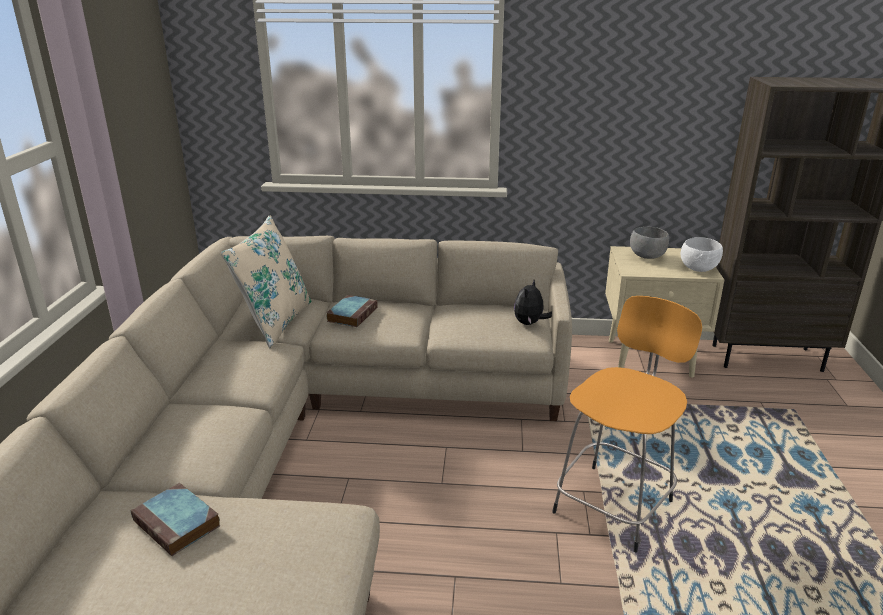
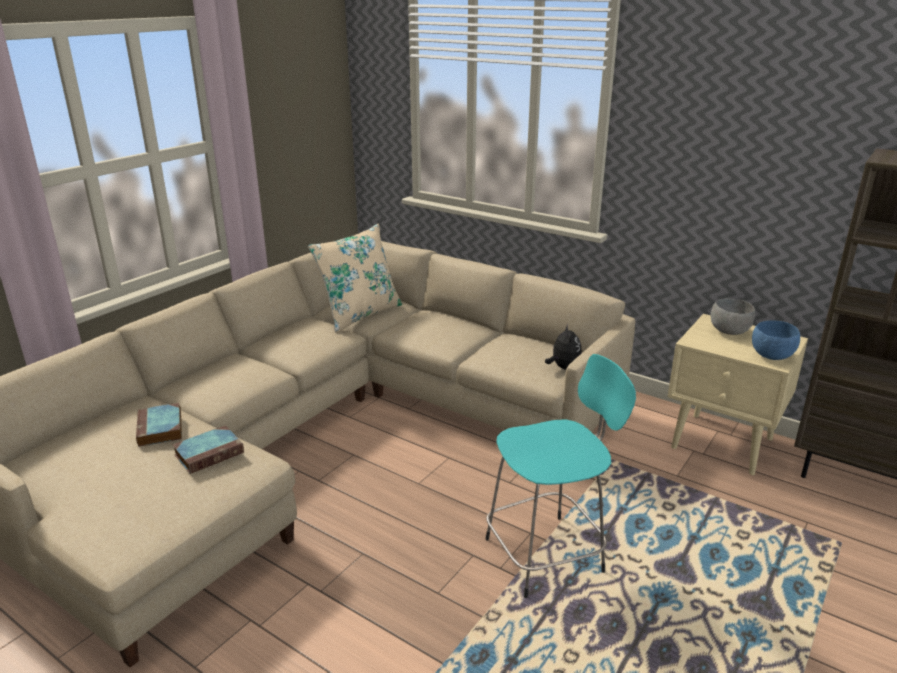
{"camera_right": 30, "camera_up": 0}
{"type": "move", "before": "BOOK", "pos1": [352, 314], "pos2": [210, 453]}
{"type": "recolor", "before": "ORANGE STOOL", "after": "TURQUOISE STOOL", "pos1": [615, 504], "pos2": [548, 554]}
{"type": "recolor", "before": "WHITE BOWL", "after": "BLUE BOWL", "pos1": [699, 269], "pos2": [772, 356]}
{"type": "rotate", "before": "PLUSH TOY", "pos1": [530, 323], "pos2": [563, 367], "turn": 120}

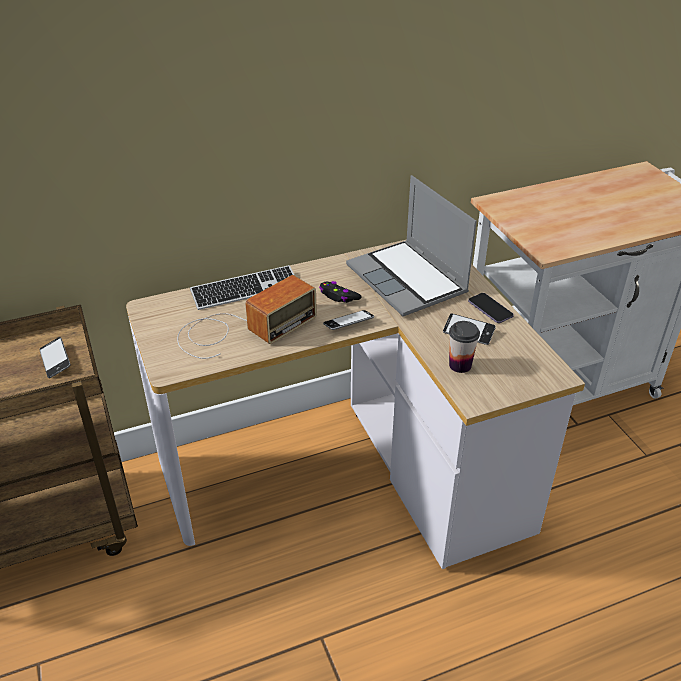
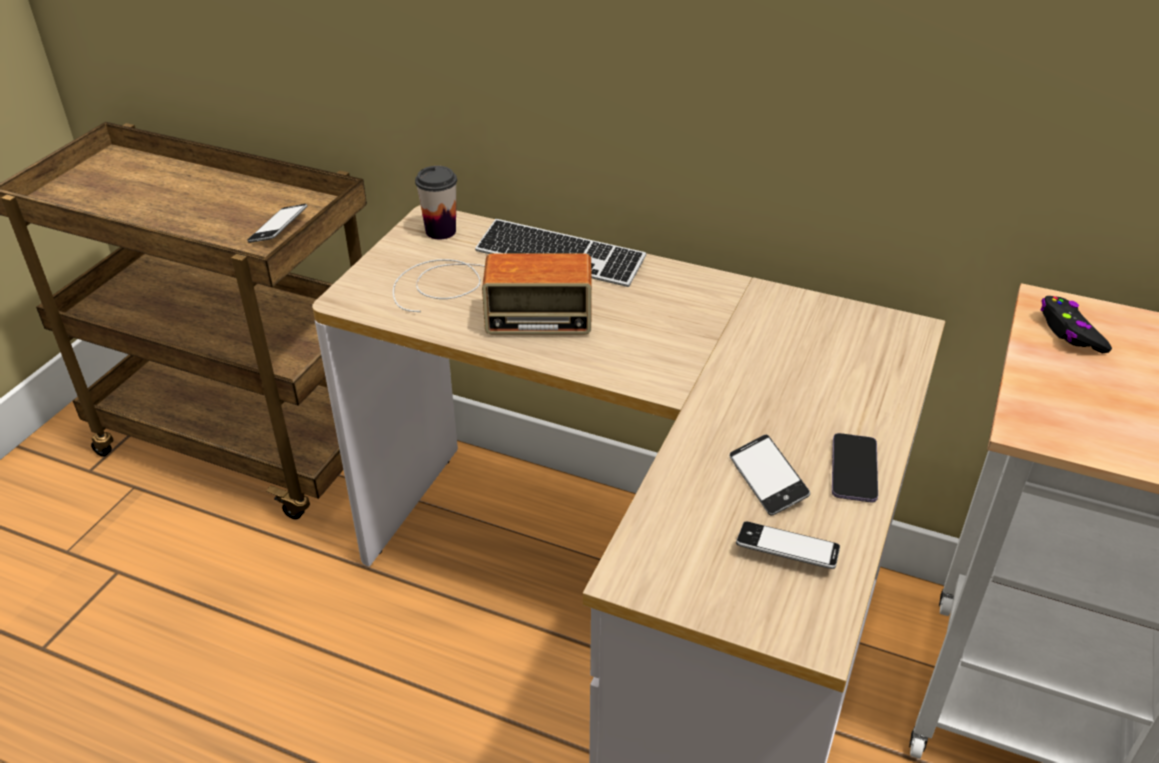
{"camera_right": 45, "camera_up": 0}
{"type": "delete", "before": "LAPTOP", "pos1": [408, 280]}
{"type": "move", "before": "BLACK GAME CONTROLLER", "pos1": [338, 296], "pos2": [1070, 332]}
{"type": "move", "before": "PHONE", "pos1": [348, 323], "pos2": [787, 551]}
{"type": "move", "before": "CUP", "pos1": [460, 365], "pos2": [441, 231]}

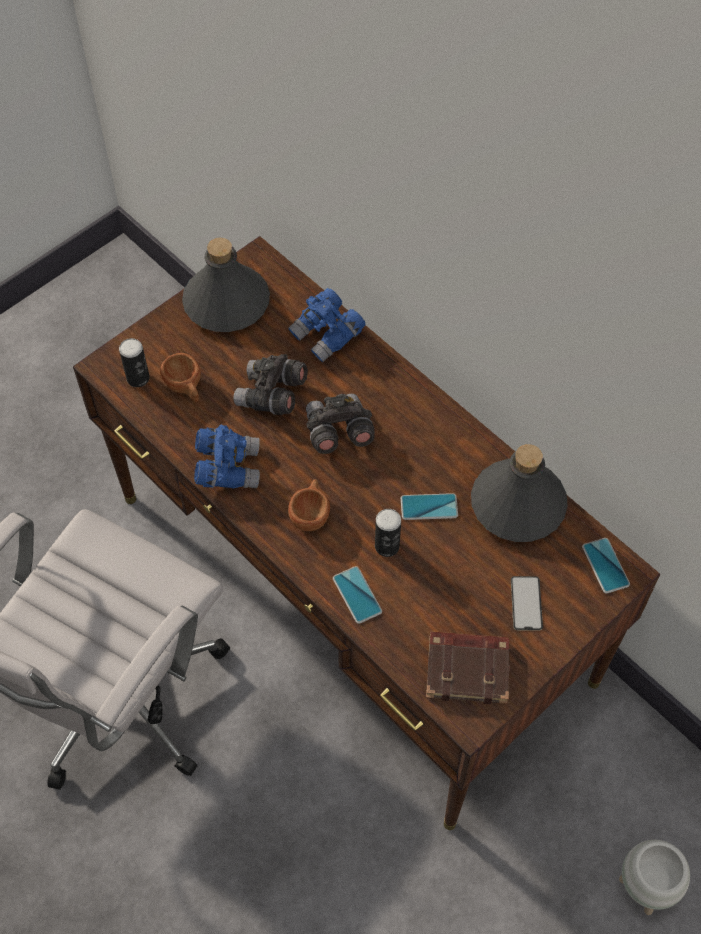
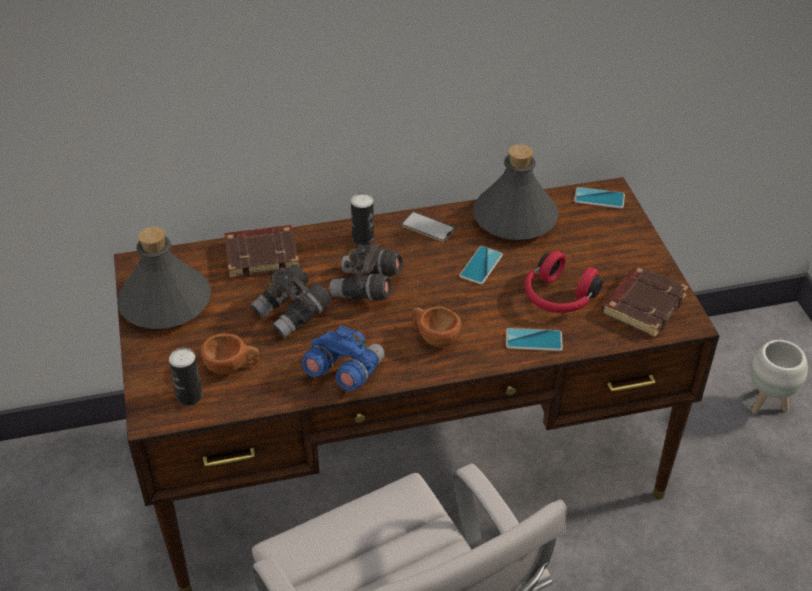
{"camera_right": -60, "camera_up": -15}
{"type": "insert", "after": "RED HEADPHONES", "pos2": [558, 298]}
{"type": "move", "before": "CAN", "pos1": [387, 546], "pos2": [363, 239]}
{"type": "move", "before": "PHONE", "pos1": [526, 603], "pos2": [428, 227]}
{"type": "replace", "before": "BLUE BINOCULARS", "after": "BROWN BOOK", "pos1": [327, 335], "pos2": [262, 255]}

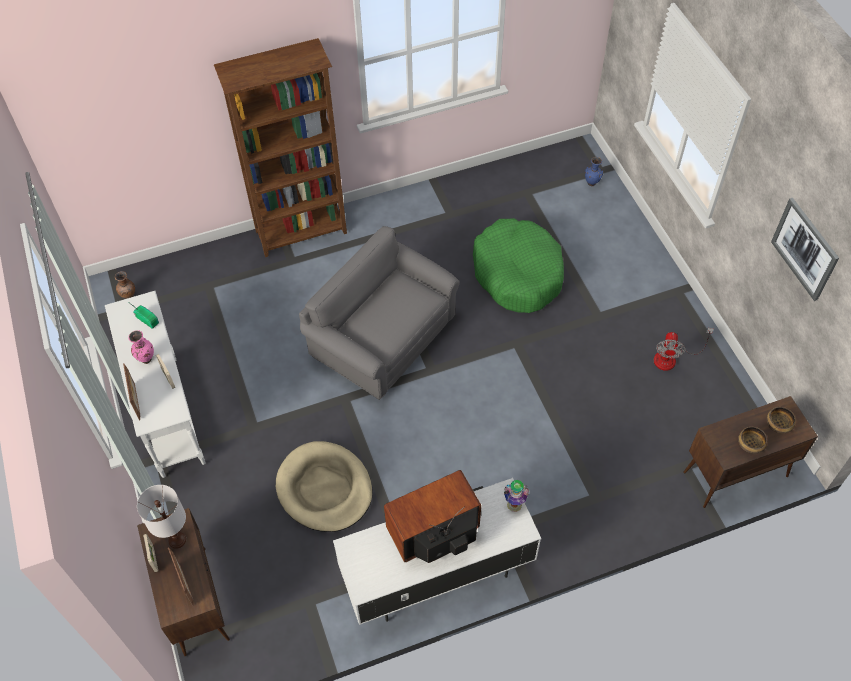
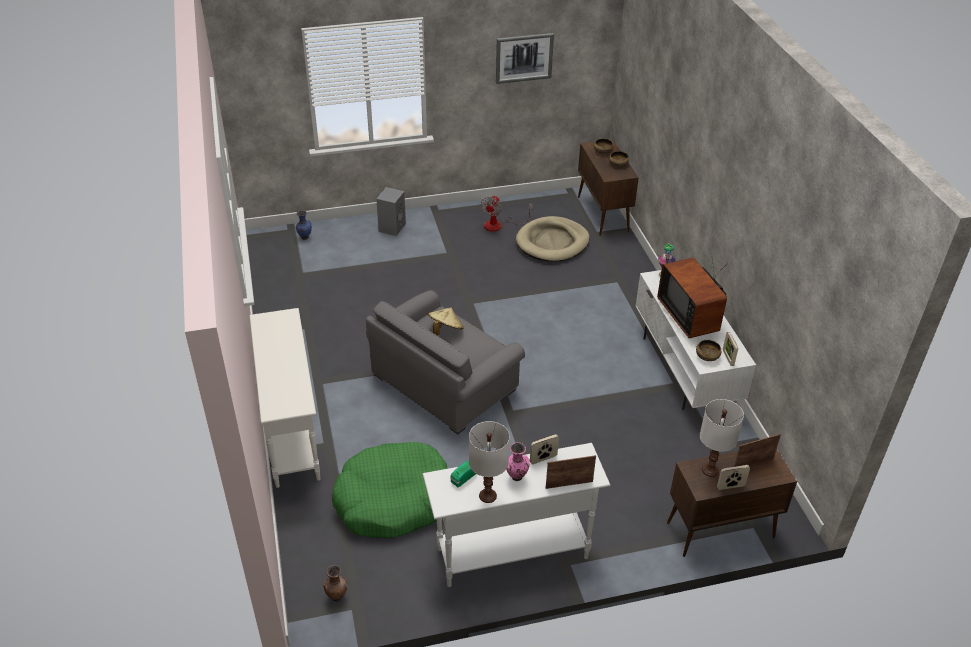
{"camera_right": -85, "camera_up": -15}
{"type": "insert", "after": "GREY SPEAKER", "pos2": [392, 227]}
{"type": "insert", "after": "BEIGE HAT", "pos2": [445, 330]}
{"type": "insert", "after": "WHITE TABLE LAMP", "pos2": [487, 496]}
{"type": "insert", "after": "BOWL", "pos2": [707, 356]}
{"type": "insert", "after": "PICTURE FRAME", "pos2": [728, 358]}
{"type": "move", "before": "BEIGE DOG BED", "pos1": [324, 489], "pos2": [552, 242]}
{"type": "move", "before": "GREEN DOG BED", "pos1": [517, 273], "pos2": [394, 500]}
{"type": "replace", "before": "BROWN BOOKCASE", "after": "WHITE CONSOLE TABLE", "pos1": [302, 233], "pos2": [292, 435]}
{"type": "rotate", "before": "FAN", "pos1": [671, 358], "pos2": [499, 225], "turn": 90}

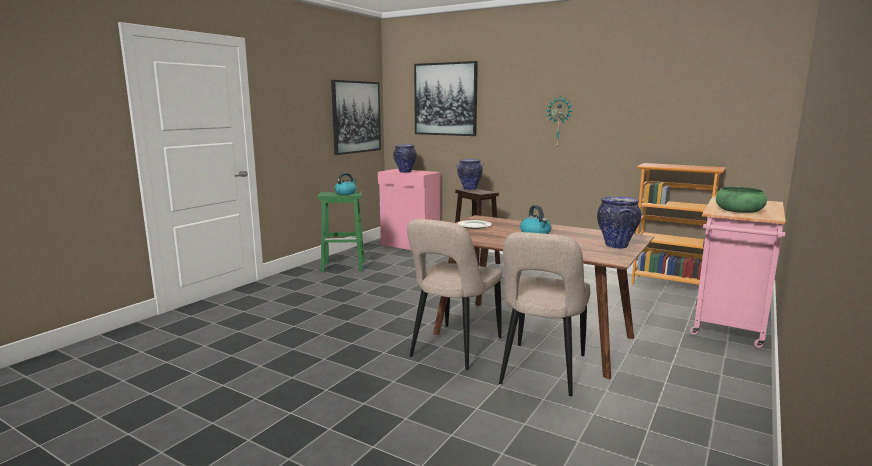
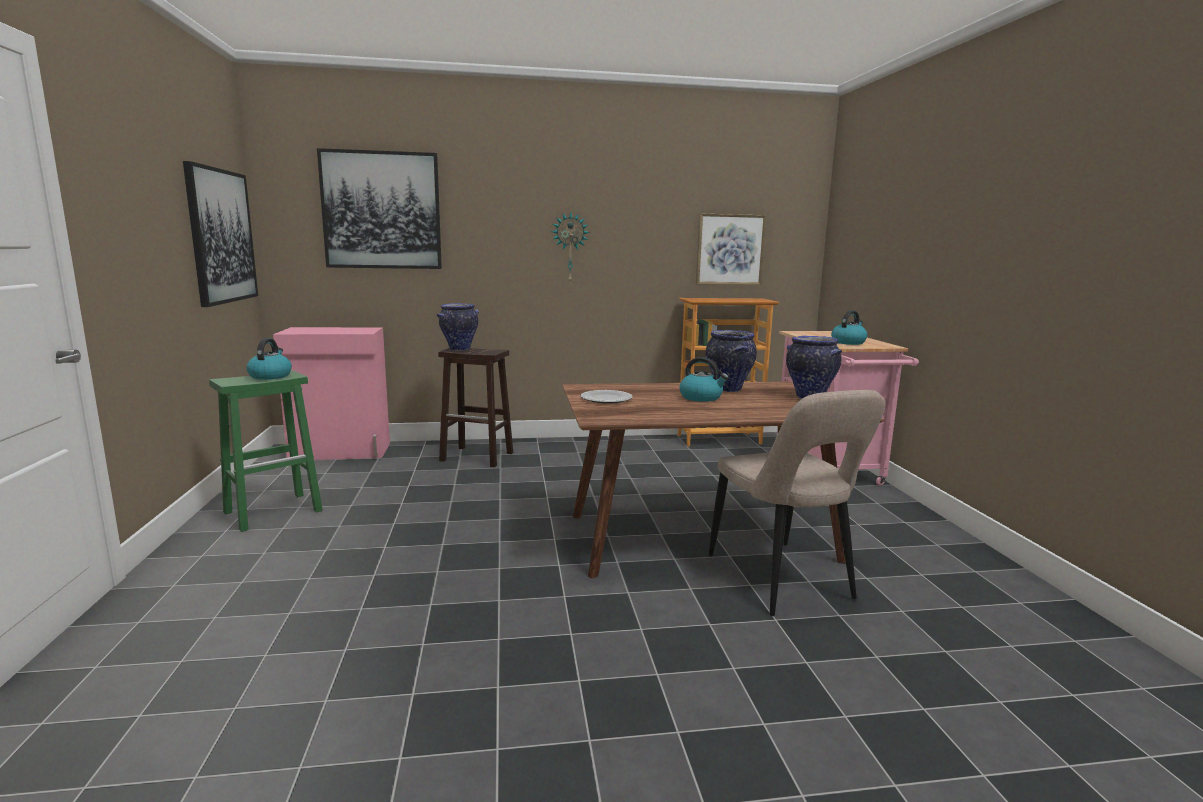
{"camera_right": -40, "camera_up": 0}
{"type": "delete", "before": "BEIGE CHAIR", "pos1": [454, 349]}
{"type": "insert", "after": "PICTURE", "pos2": [730, 249]}
{"type": "move", "before": "VASE", "pos1": [405, 172], "pos2": [728, 389]}
{"type": "replace", "before": "GREEN BOWL", "after": "KETTLE", "pos1": [739, 210], "pos2": [848, 342]}

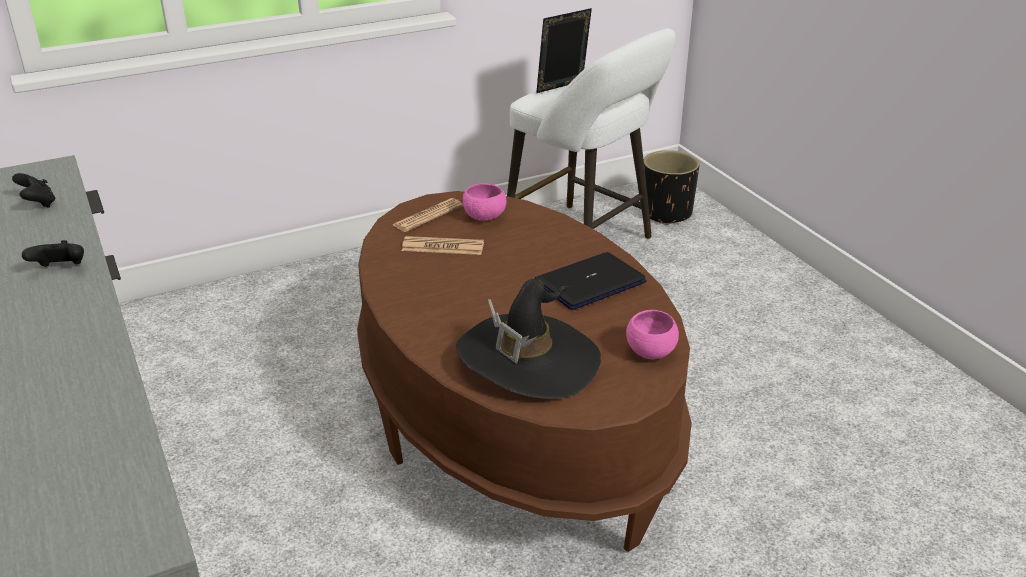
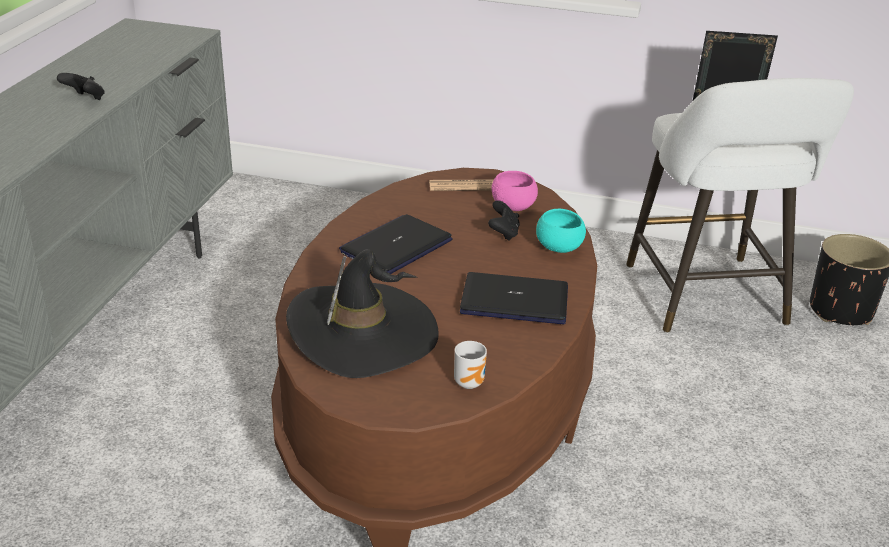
{"camera_right": 40, "camera_up": 0}
{"type": "delete", "before": "NEWSPAPER", "pos1": [443, 247]}
{"type": "insert", "after": "LAPTOP", "pos2": [396, 246]}
{"type": "insert", "after": "TURQUOISE BOWL", "pos2": [558, 248]}
{"type": "move", "before": "BLACK GAME CONTROLLER", "pos1": [38, 204], "pos2": [503, 233]}
{"type": "replace", "before": "PINK BOWL", "after": "MUG", "pos1": [650, 352], "pos2": [471, 382]}

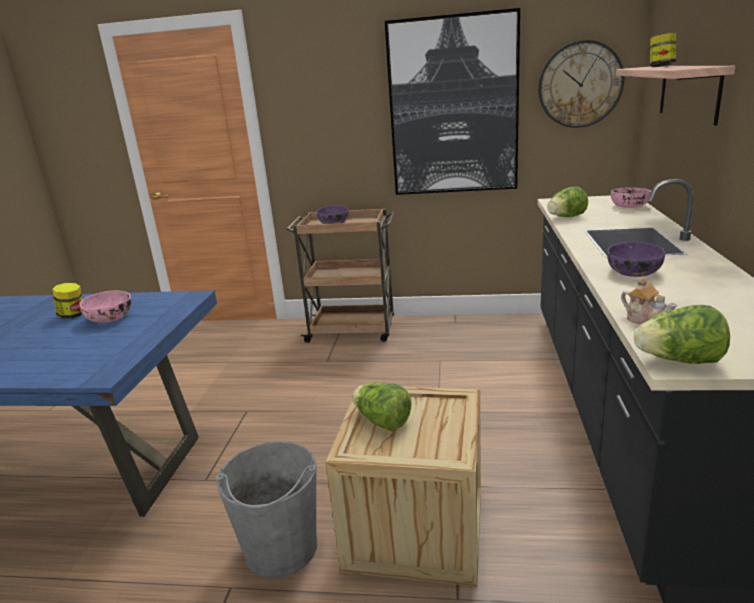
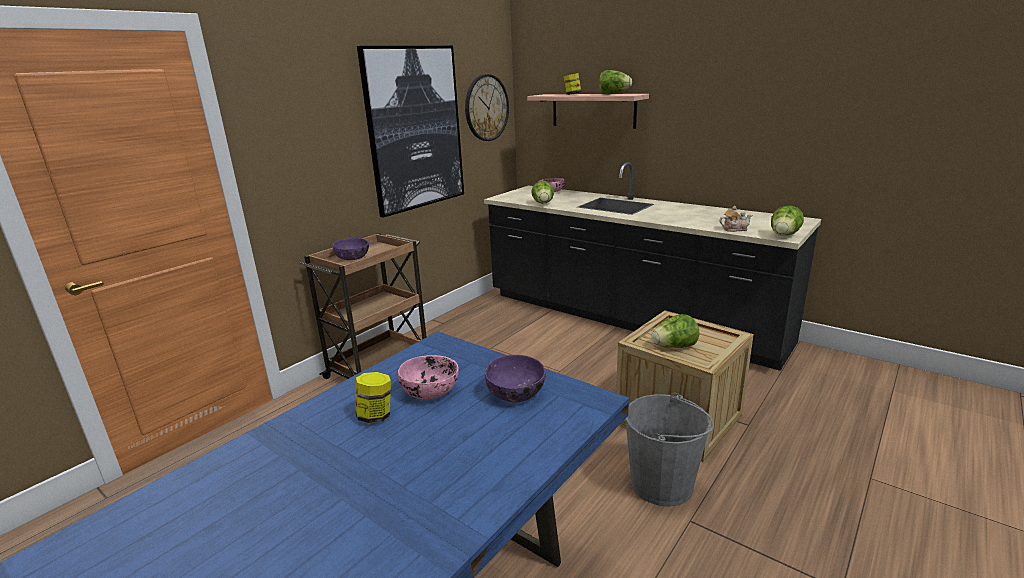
{"camera_right": -60, "camera_up": 0}
{"type": "insert", "after": "LETTUCE", "pos2": [613, 94]}
{"type": "move", "before": "PURPLE BOWL", "pos1": [633, 272], "pos2": [515, 393]}

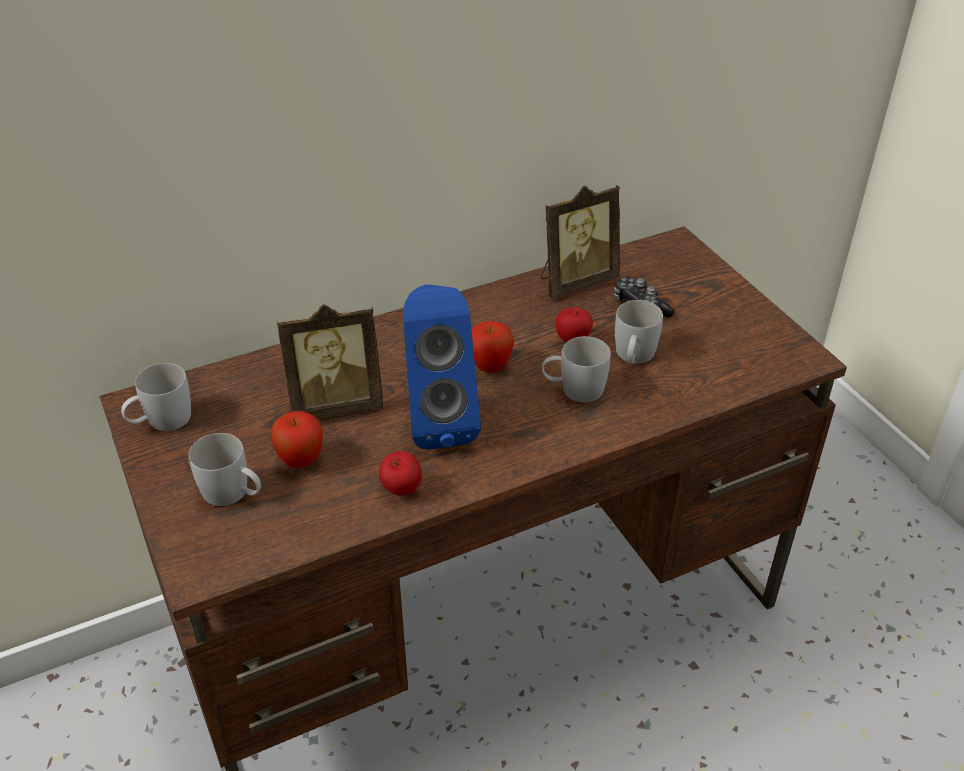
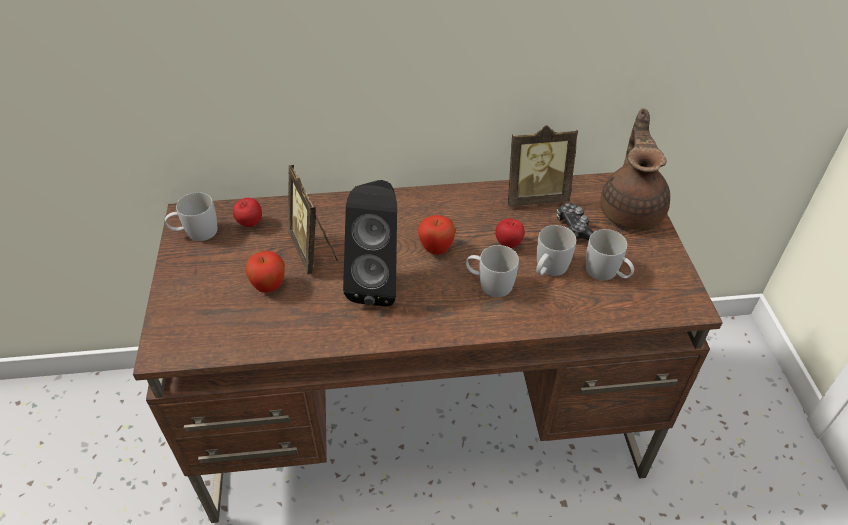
{"camera_right": 20, "camera_up": 5}
{"type": "insert", "after": "BROWN TEAPOT", "pos2": [631, 209]}
{"type": "move", "before": "WHITE MUG", "pos1": [233, 494], "pos2": [607, 273]}
{"type": "move", "before": "APPLE", "pos1": [401, 490], "pos2": [250, 224]}
{"type": "recolor", "before": "BLUE SPEAKER", "after": "BLACK SPEAKER", "pos1": [438, 421], "pos2": [378, 282]}
{"type": "rotate", "before": "PICTURE FRAME", "pos1": [336, 405], "pos2": [314, 250], "turn": 60}

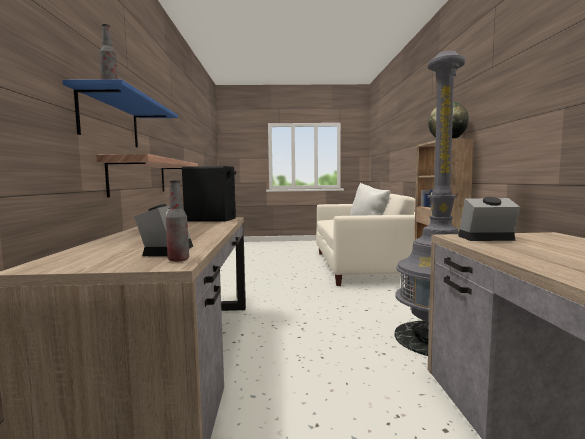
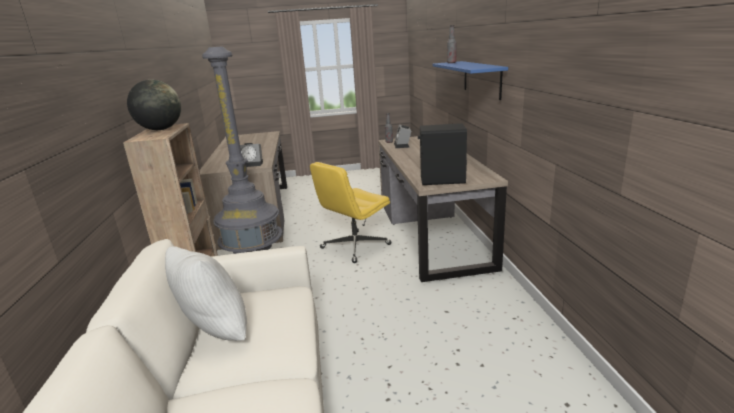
{"camera_right": 175, "camera_up": 15}
{"type": "delete", "before": "SHELF", "pos1": [139, 177]}
{"type": "insert", "after": "YELLOW OFFICE CHAIR", "pos2": [355, 247]}

